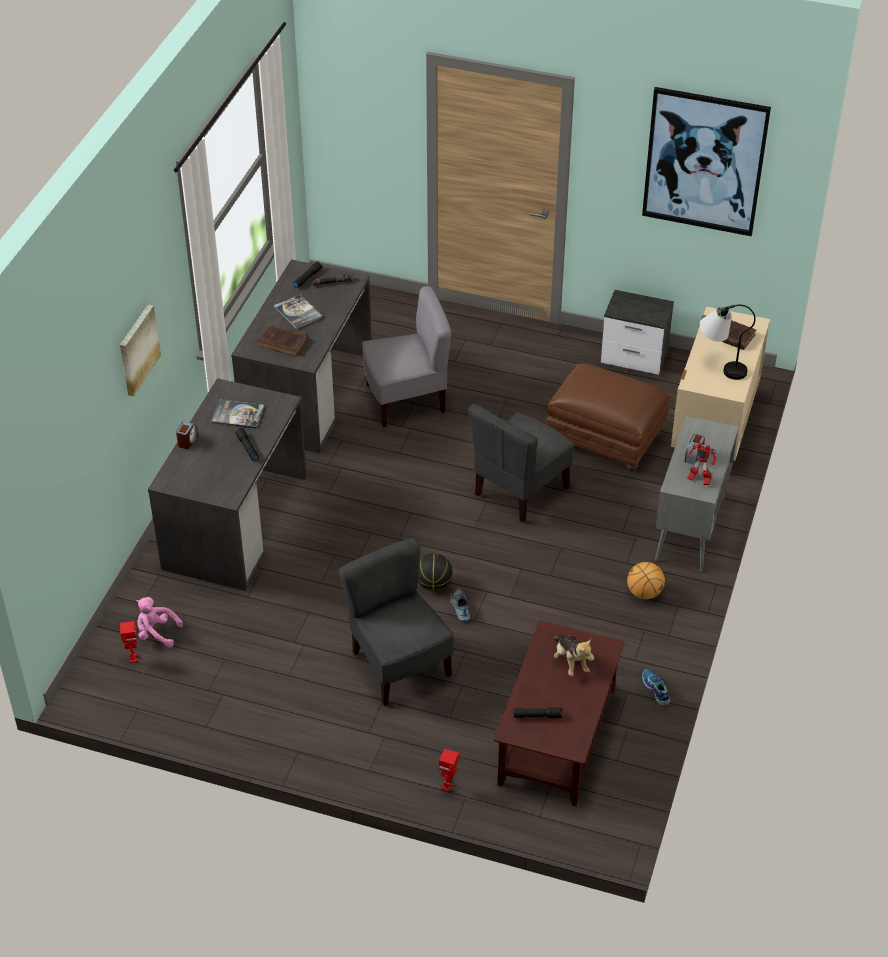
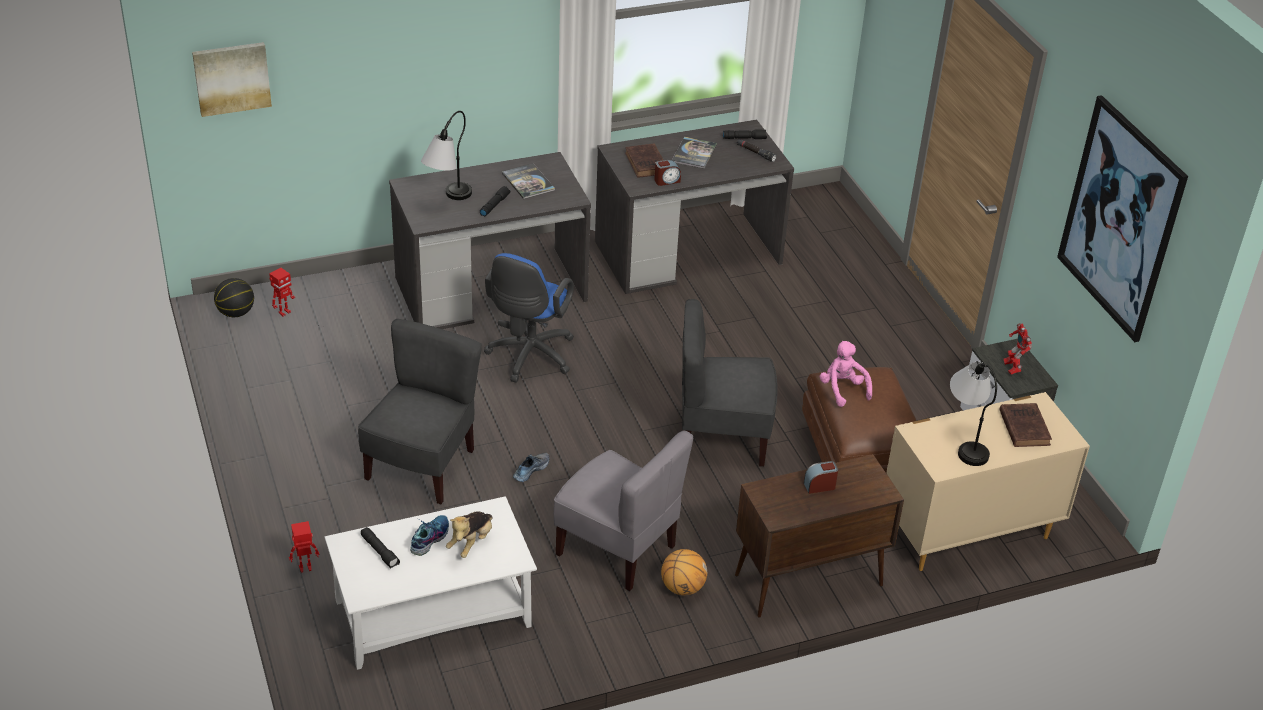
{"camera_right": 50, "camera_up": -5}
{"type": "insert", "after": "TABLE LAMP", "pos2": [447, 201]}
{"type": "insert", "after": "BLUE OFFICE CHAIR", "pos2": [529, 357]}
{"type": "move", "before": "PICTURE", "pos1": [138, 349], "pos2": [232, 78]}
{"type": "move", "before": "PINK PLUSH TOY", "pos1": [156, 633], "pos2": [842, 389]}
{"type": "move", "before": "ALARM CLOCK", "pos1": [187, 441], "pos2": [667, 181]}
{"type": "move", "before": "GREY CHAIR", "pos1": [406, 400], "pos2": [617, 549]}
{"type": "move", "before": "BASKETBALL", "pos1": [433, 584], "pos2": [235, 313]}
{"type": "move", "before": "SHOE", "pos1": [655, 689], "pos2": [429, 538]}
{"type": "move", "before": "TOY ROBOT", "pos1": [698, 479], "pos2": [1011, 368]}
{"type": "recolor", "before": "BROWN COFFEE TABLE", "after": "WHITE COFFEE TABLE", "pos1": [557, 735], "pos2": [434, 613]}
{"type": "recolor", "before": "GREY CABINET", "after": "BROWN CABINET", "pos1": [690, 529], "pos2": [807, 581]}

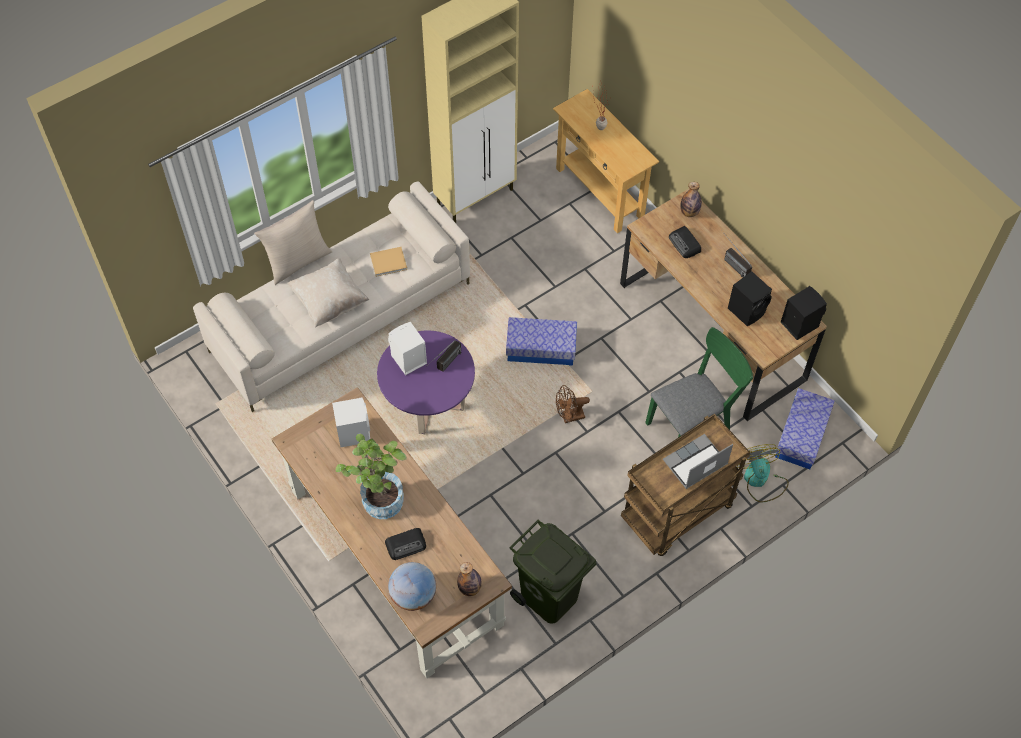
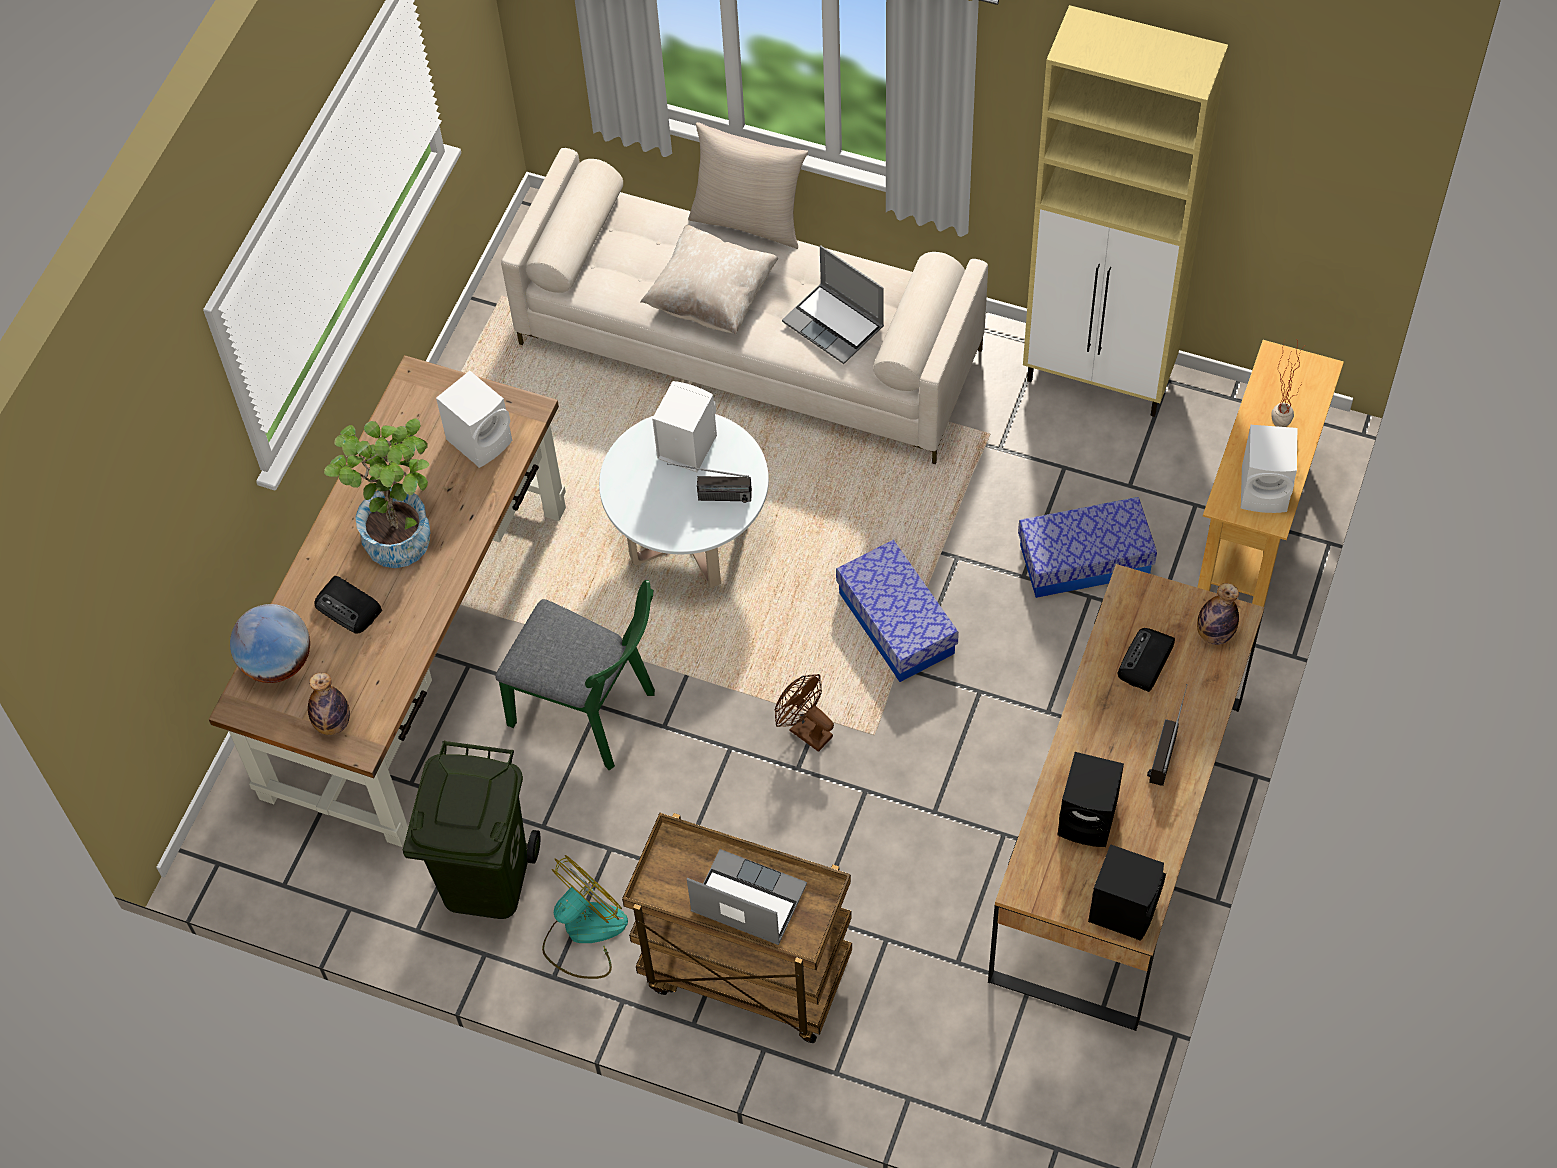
{"camera_right": 60, "camera_up": 0}
{"type": "insert", "after": "WHITE SPEAKER", "pos2": [1266, 490]}
{"type": "move", "before": "GREEN CHAIR", "pos1": [693, 424], "pos2": [591, 713]}
{"type": "move", "before": "FAN", "pos1": [760, 480], "pos2": [583, 933]}
{"type": "move", "before": "STORAGE BOX", "pos1": [801, 435], "pos2": [1084, 560]}
{"type": "replace", "before": "BEIGE BOOK", "after": "LAPTOP", "pos1": [389, 262], "pos2": [835, 325]}
{"type": "recolor", "before": "PURPLE COFFEE TABLE", "after": "WHITE COFFEE TABLE", "pos1": [428, 403], "pos2": [690, 539]}

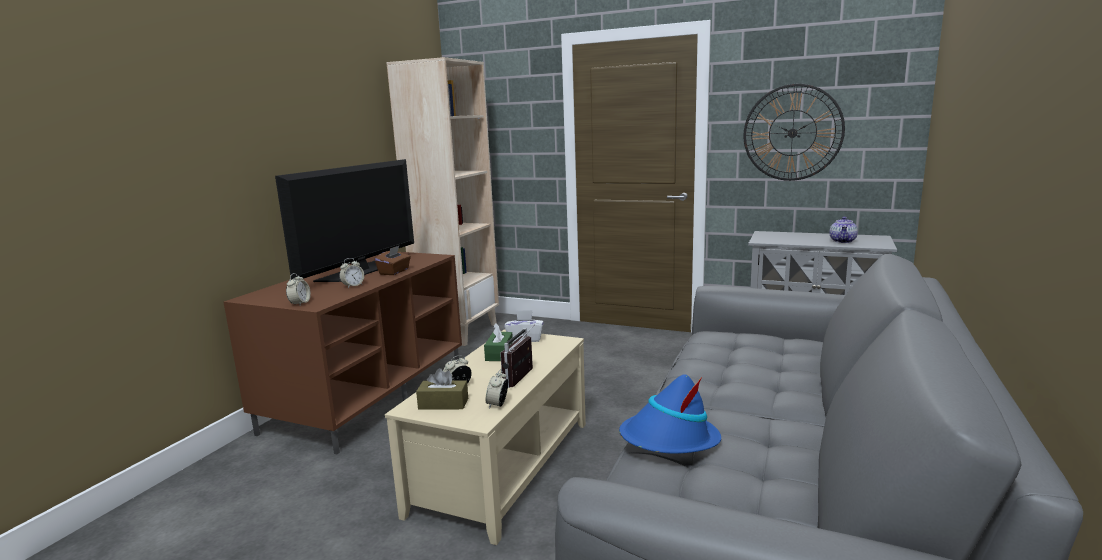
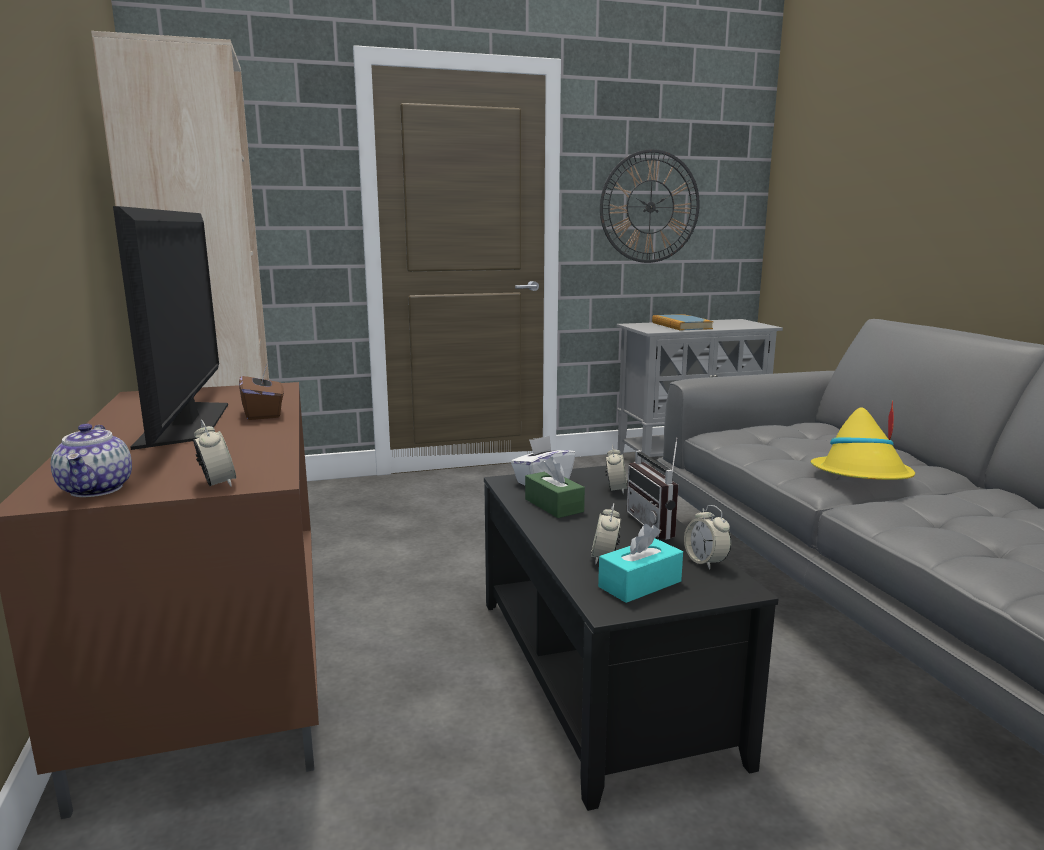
{"camera_right": -40, "camera_up": 0}
{"type": "delete", "before": "BLUE HAT", "pos1": [669, 440]}
{"type": "insert", "after": "BOOK", "pos2": [681, 326]}
{"type": "insert", "after": "YELLOW HAT", "pos2": [862, 476]}
{"type": "move", "before": "ALARM CLOCK", "pos1": [353, 286], "pos2": [616, 490]}
{"type": "move", "before": "TEAPOT", "pos1": [843, 241], "pos2": [97, 489]}
{"type": "recolor", "before": "BEIGE COFFEE TABLE", "after": "BLACK COFFEE TABLE", "pos1": [503, 466], "pos2": [598, 674]}
{"type": "recolor", "before": "BROWN TISSUE BOX", "after": "TURQUOISE TISSUE BOX", "pos1": [443, 403], "pos2": [640, 584]}

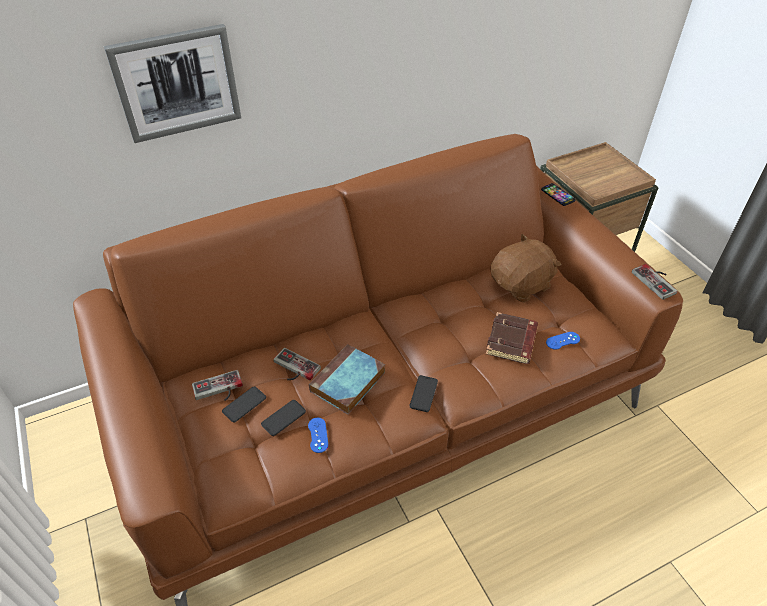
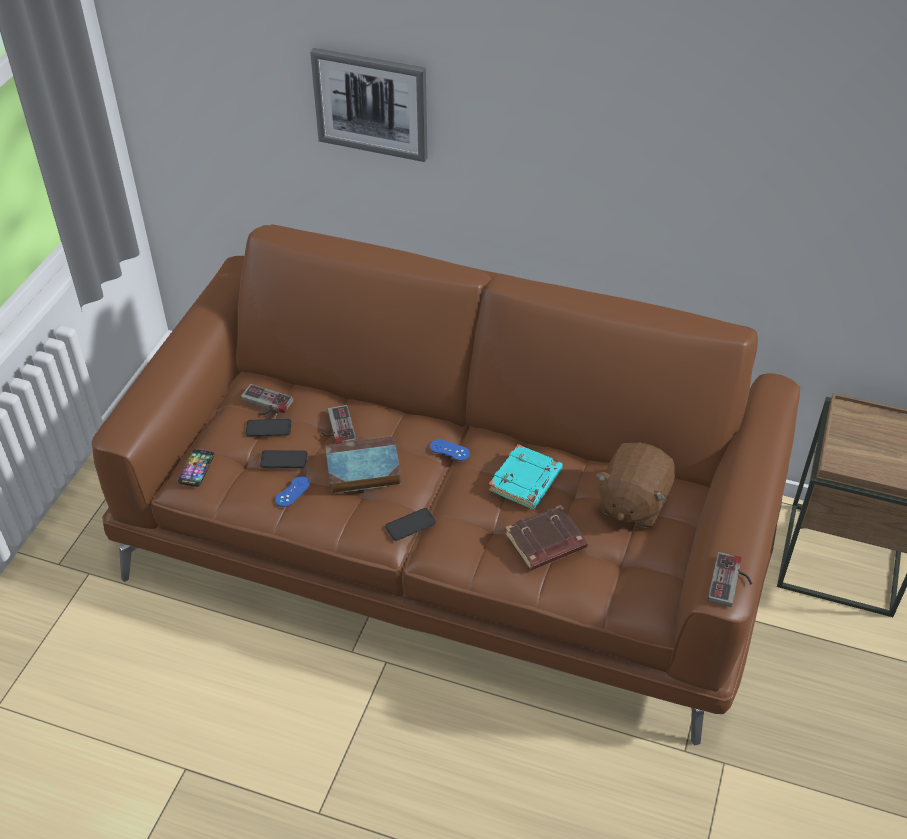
{"camera_right": 45, "camera_up": 0}
{"type": "insert", "after": "TURQUOISE BOOK", "pos2": [526, 482]}
{"type": "move", "before": "PHONE", "pos1": [557, 195], "pos2": [196, 468]}
{"type": "move", "before": "BLUE GAME CONTROLLER", "pos1": [563, 340], "pos2": [449, 450]}
{"type": "rotate", "before": "BROWN PLUSH TOY", "pos1": [521, 285], "pos2": [632, 503], "turn": 105}

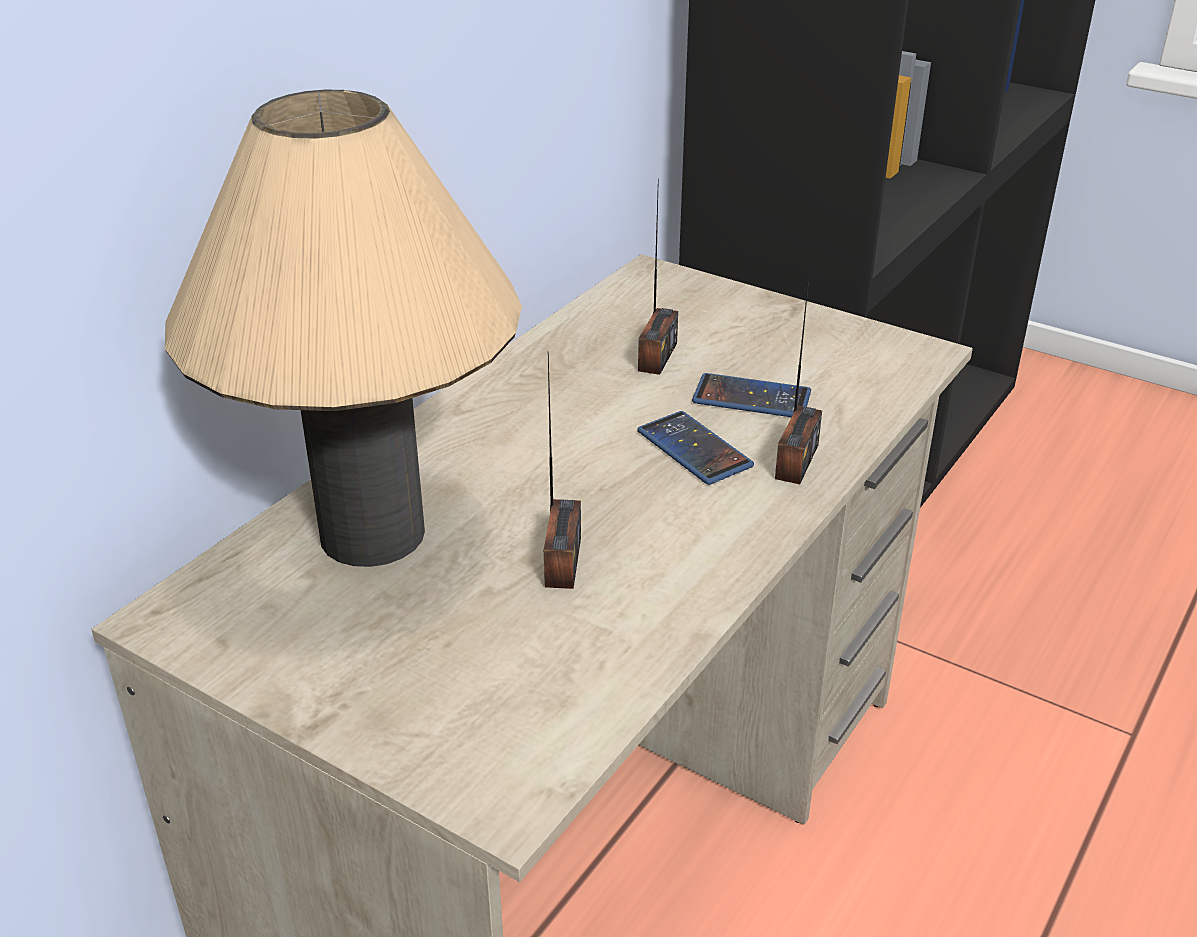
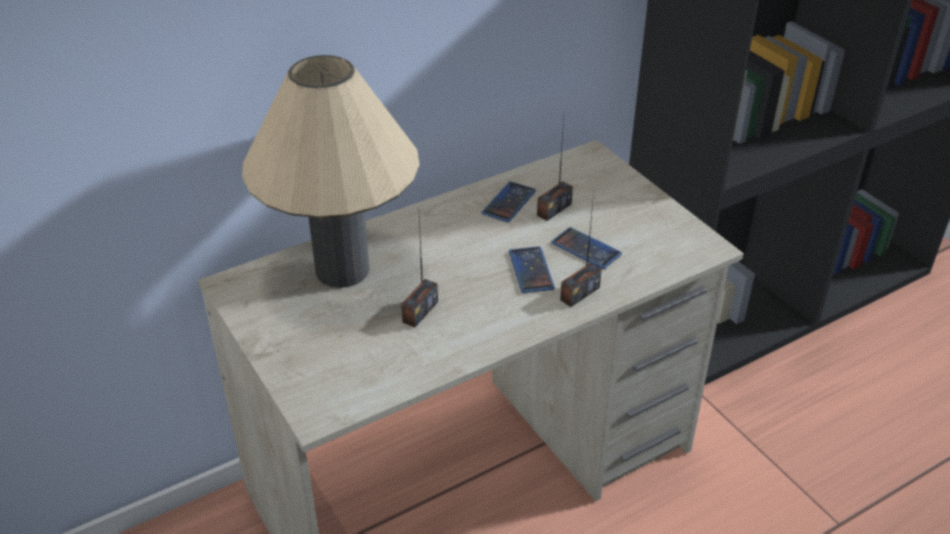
{"camera_right": 25, "camera_up": 5}
{"type": "insert", "after": "PHONE", "pos2": [509, 202]}

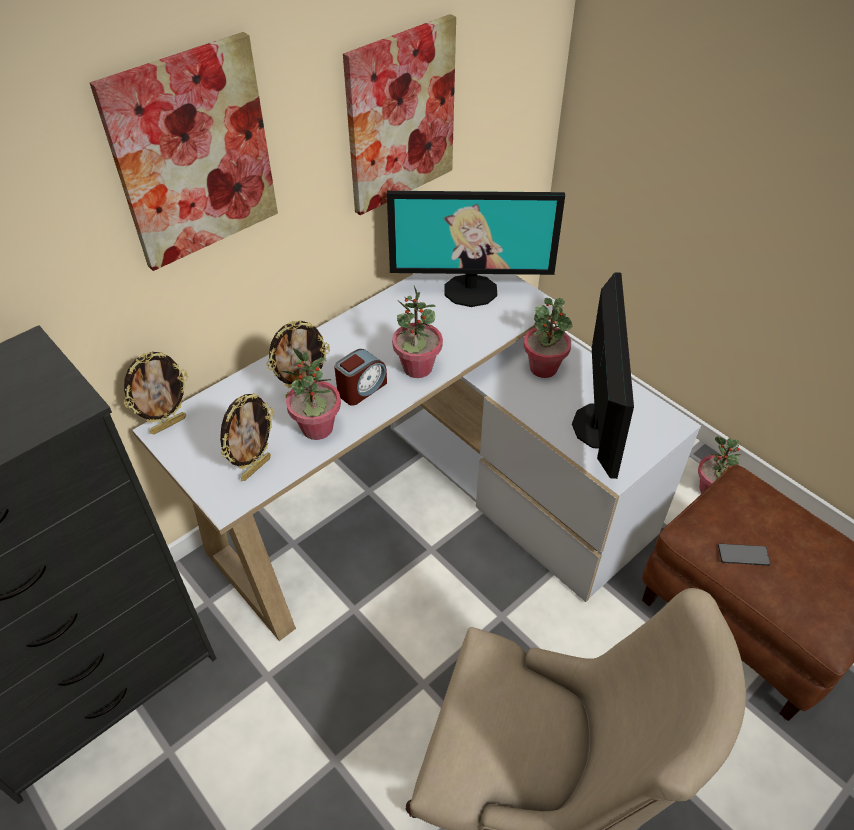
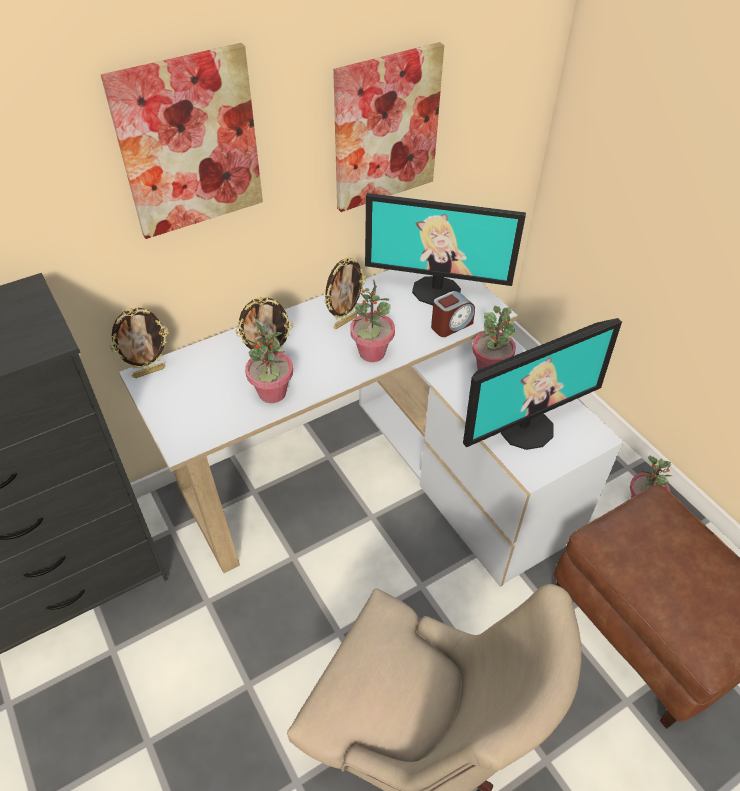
{"camera_right": 10, "camera_up": 0}
{"type": "delete", "before": "PHONE", "pos1": [743, 555]}
{"type": "move", "before": "PICTURE FRAME", "pos1": [255, 468], "pos2": [344, 321]}
{"type": "move", "before": "ALARM CLOCK", "pos1": [361, 389], "pos2": [451, 325]}
{"type": "rotate", "before": "MONITOR", "pos1": [597, 426], "pos2": [526, 428], "turn": 45}

